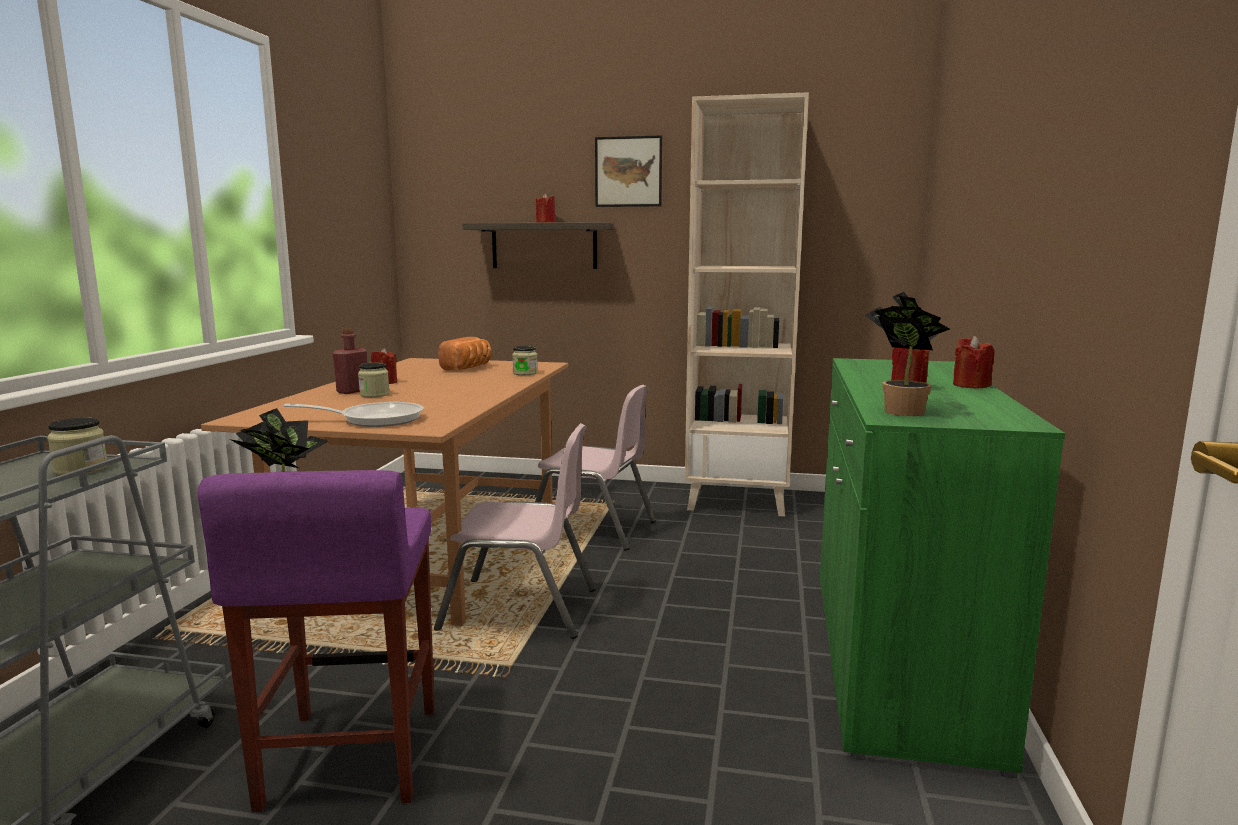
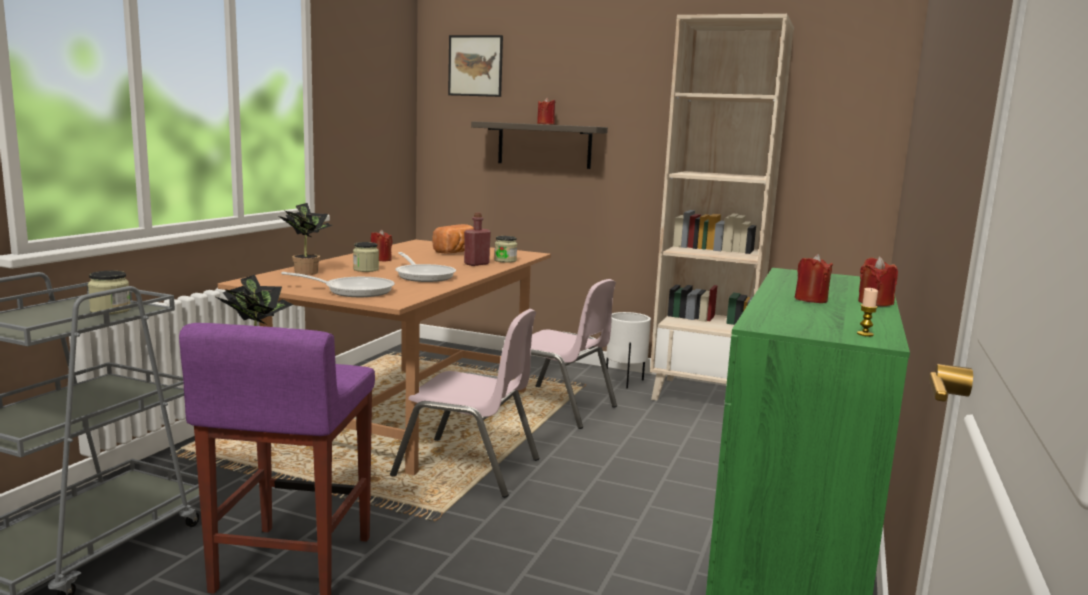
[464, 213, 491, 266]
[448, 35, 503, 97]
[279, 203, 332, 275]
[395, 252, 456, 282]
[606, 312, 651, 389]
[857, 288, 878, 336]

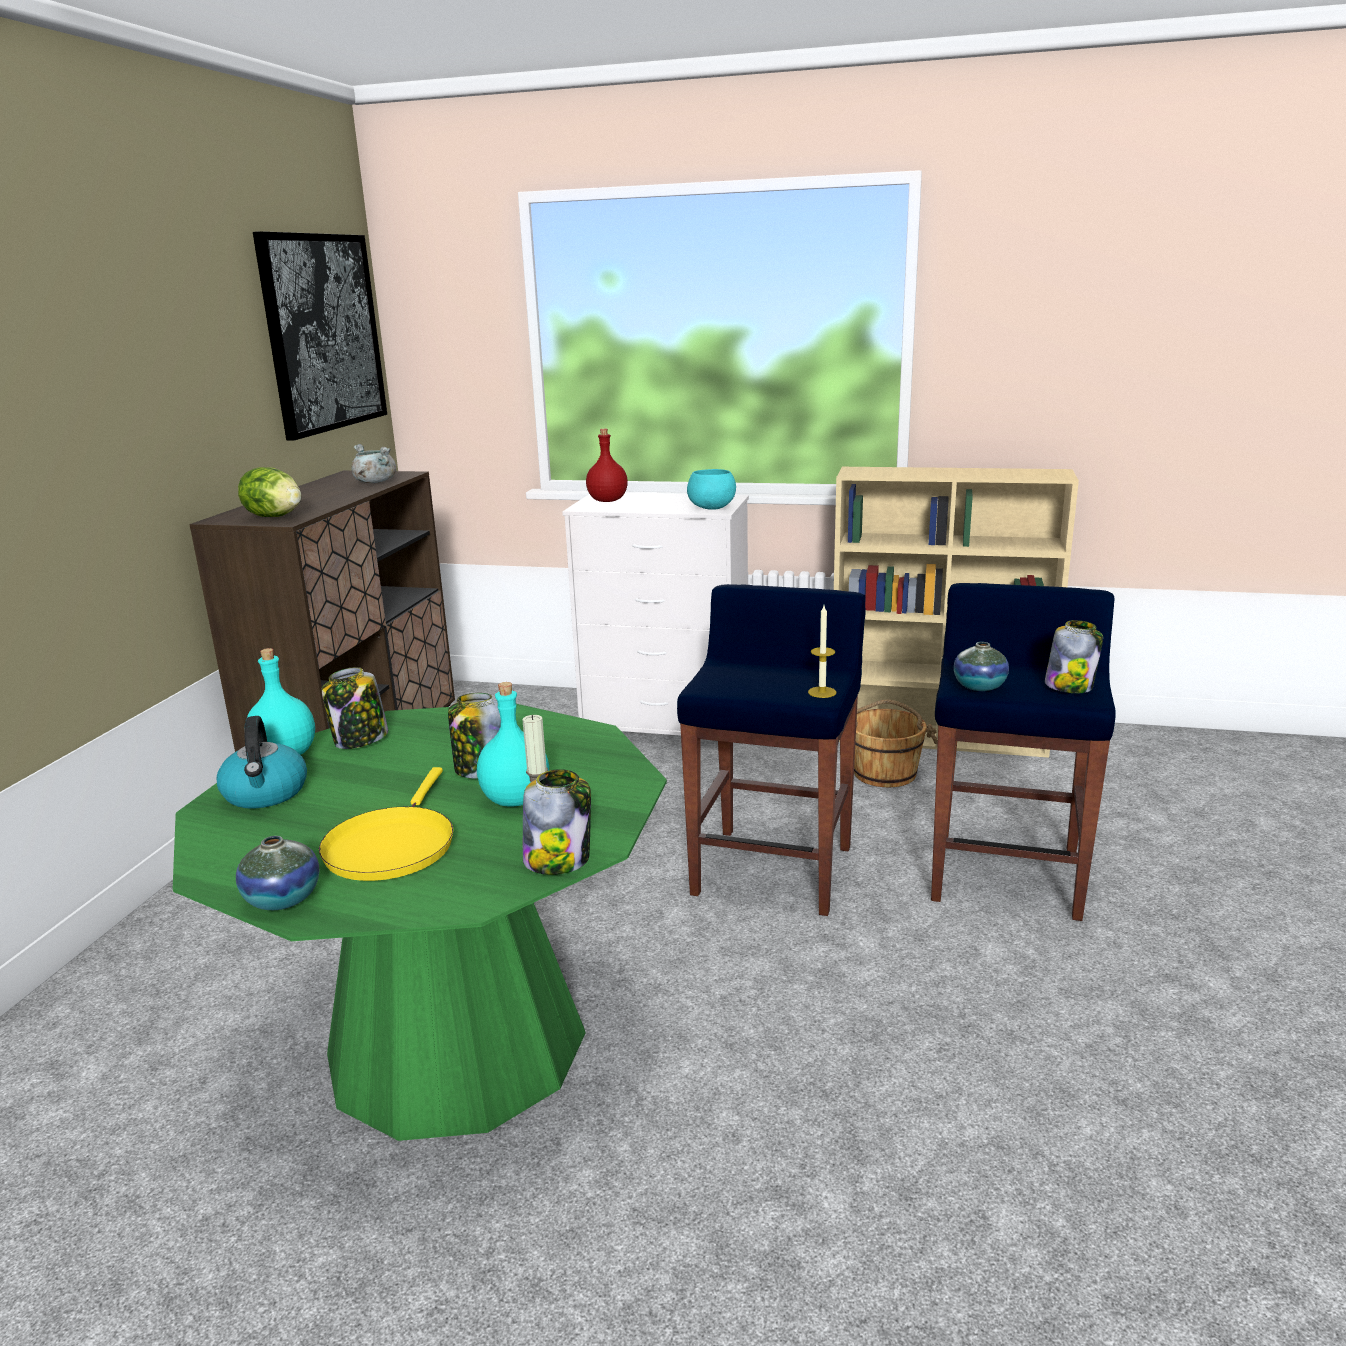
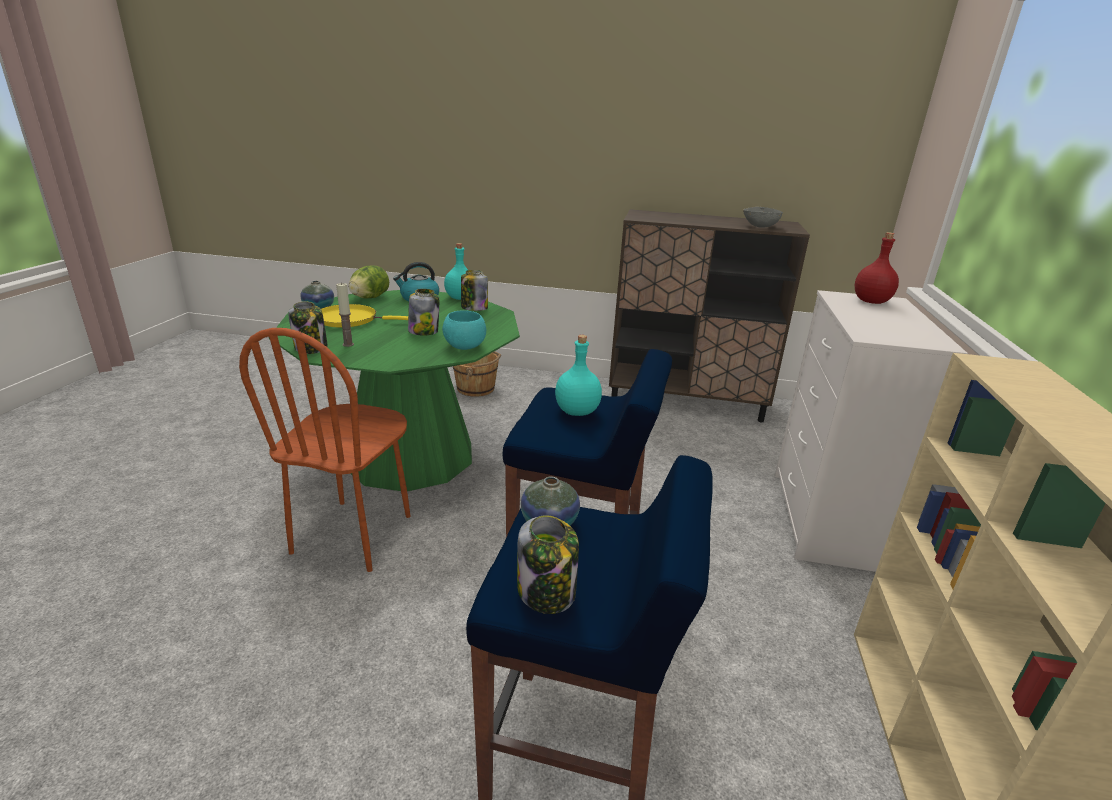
[349, 265, 389, 298]
[253, 231, 387, 441] (first image)
[743, 207, 783, 228]
[555, 335, 602, 416]
[442, 310, 486, 350]
[808, 606, 836, 698] (first image)
[453, 351, 501, 397]
[239, 328, 411, 572]

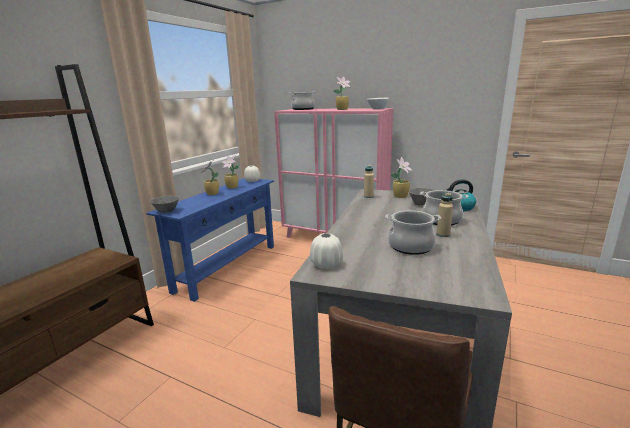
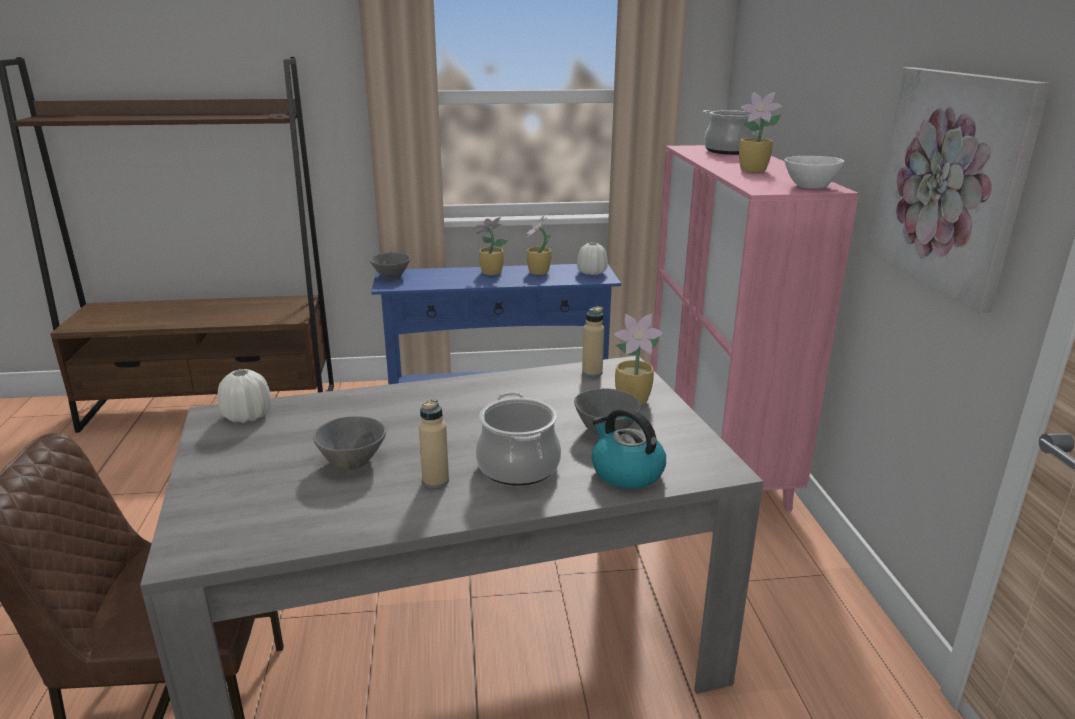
[313, 416, 386, 470]
[869, 67, 1051, 313]

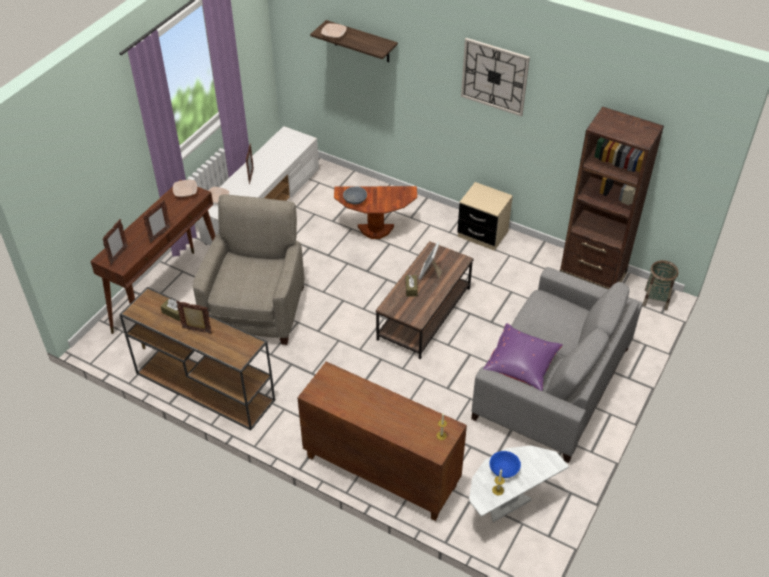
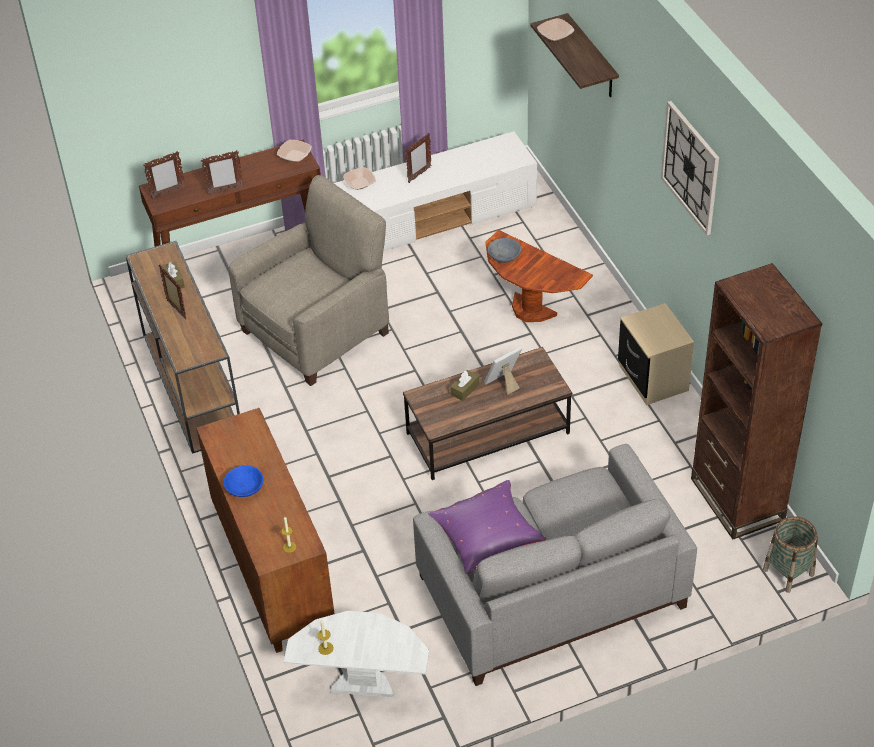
[224, 465, 263, 497]

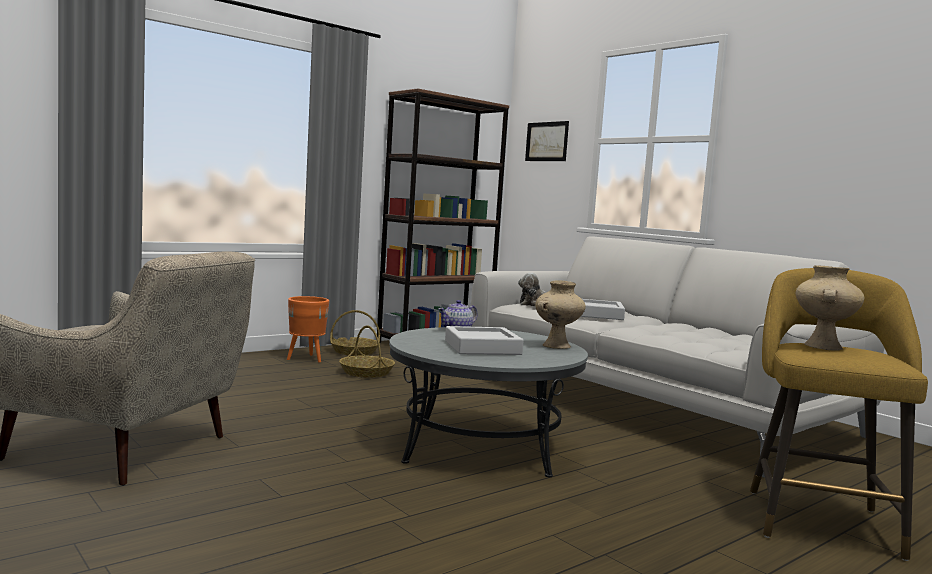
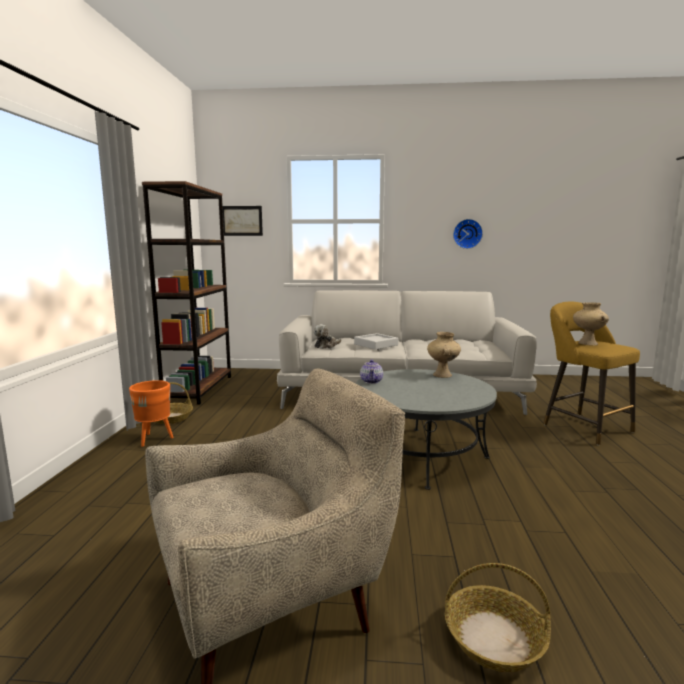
[445, 563, 551, 672]
[445, 326, 524, 355] (first image)
[453, 219, 483, 249]

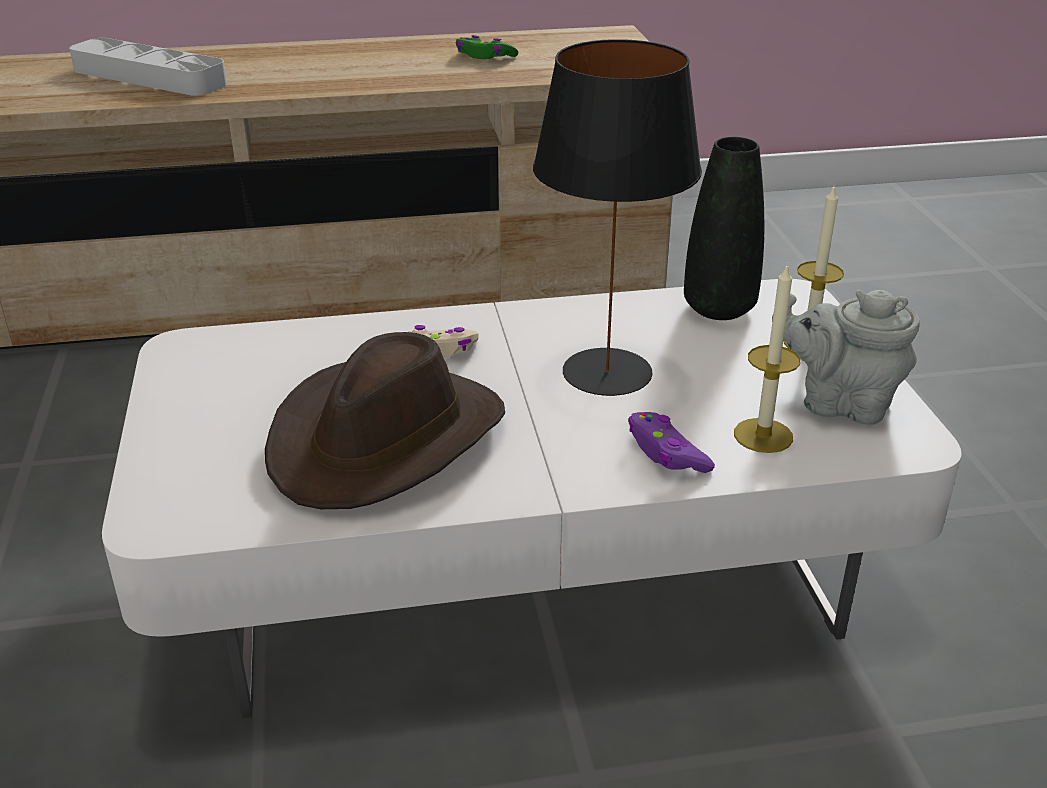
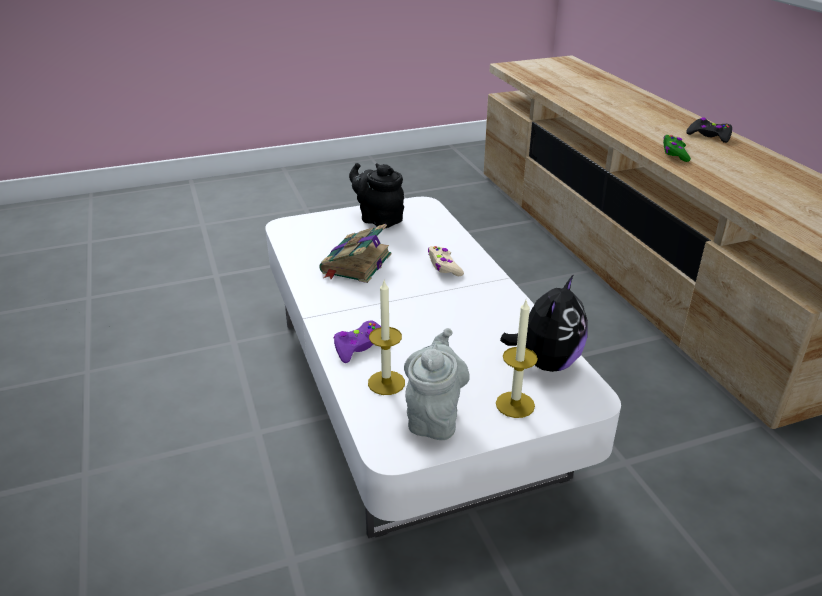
[69, 38, 227, 96] (first image)
[319, 224, 391, 283]
[663, 135, 691, 162]
[533, 39, 702, 396] (first image)
[500, 274, 588, 372]
[349, 163, 404, 229]
[686, 117, 732, 143]

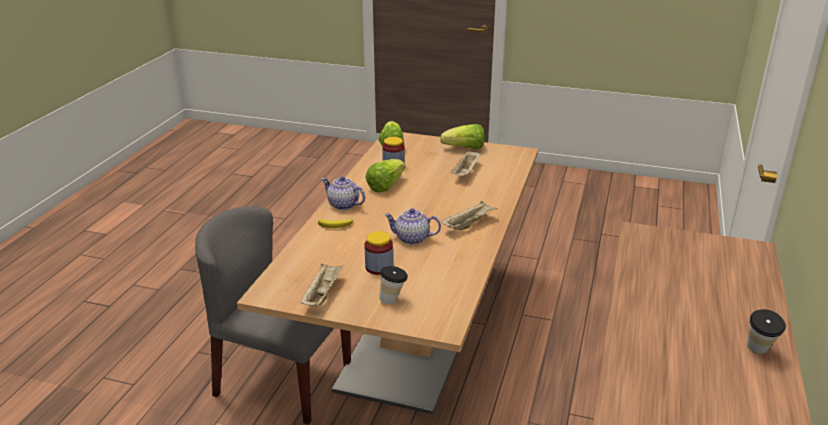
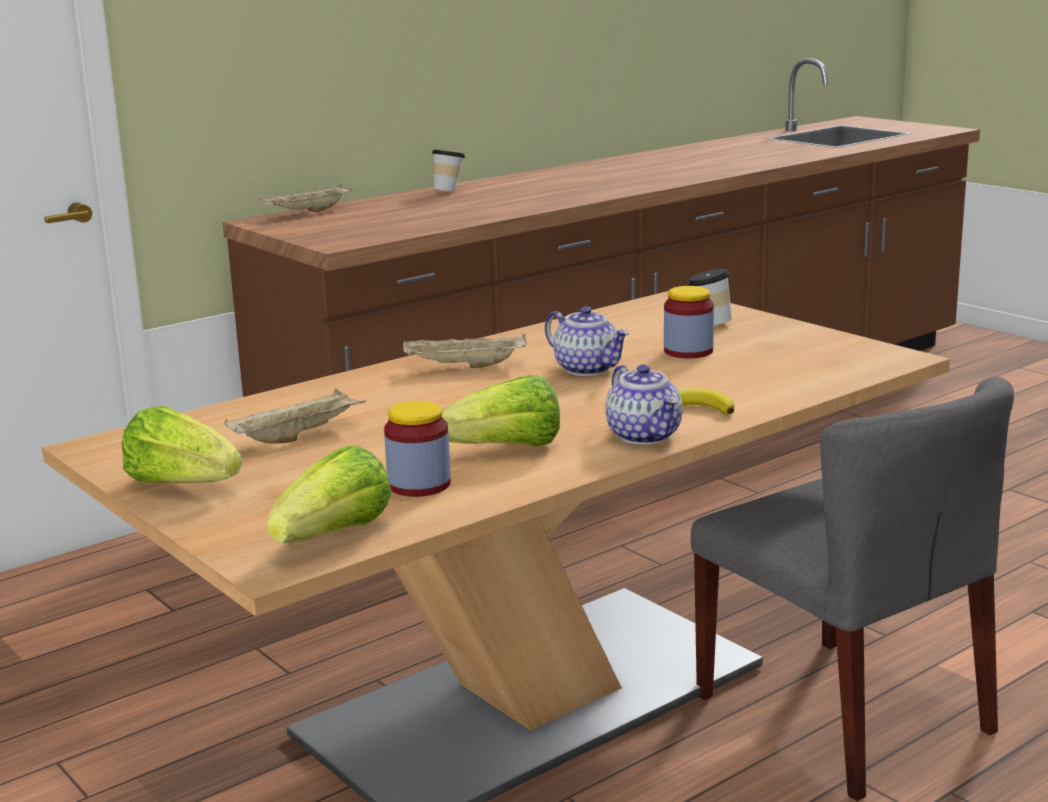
[260, 184, 351, 212]

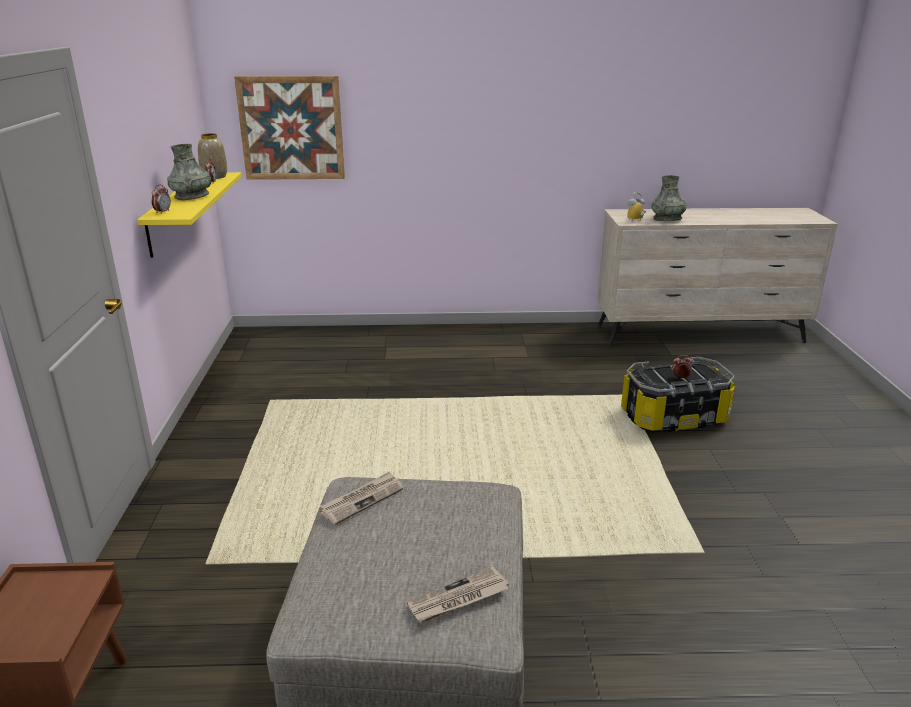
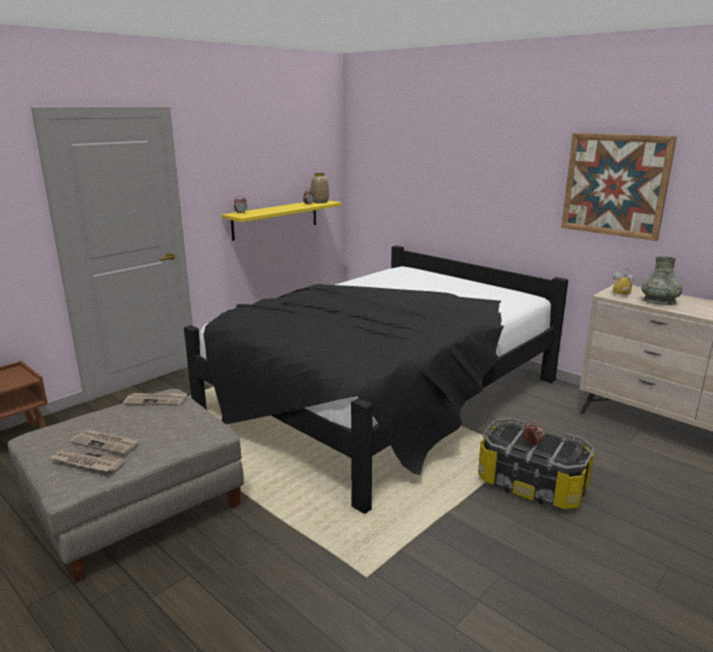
[167, 144, 211, 201] (first image)
[561, 133, 677, 241]
[69, 430, 139, 455]
[184, 245, 568, 514]

